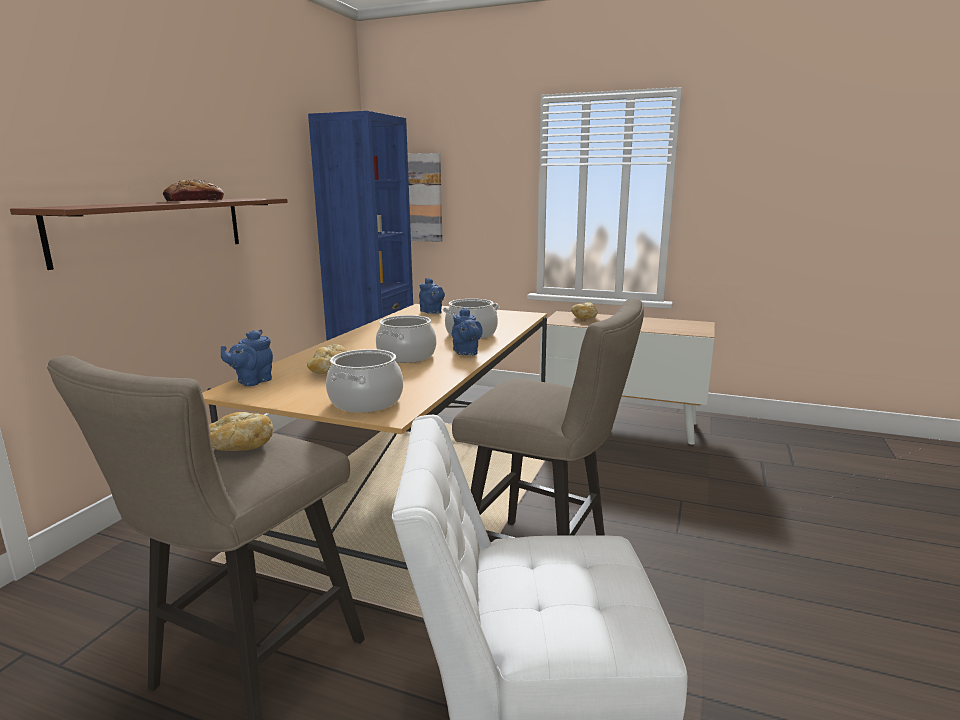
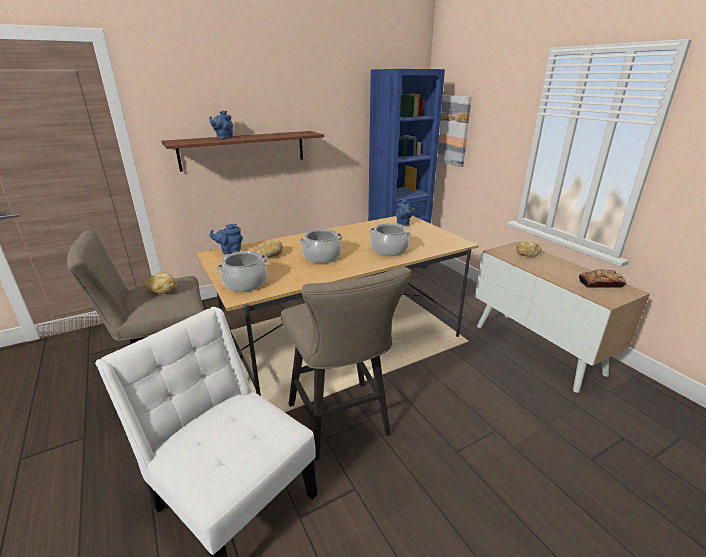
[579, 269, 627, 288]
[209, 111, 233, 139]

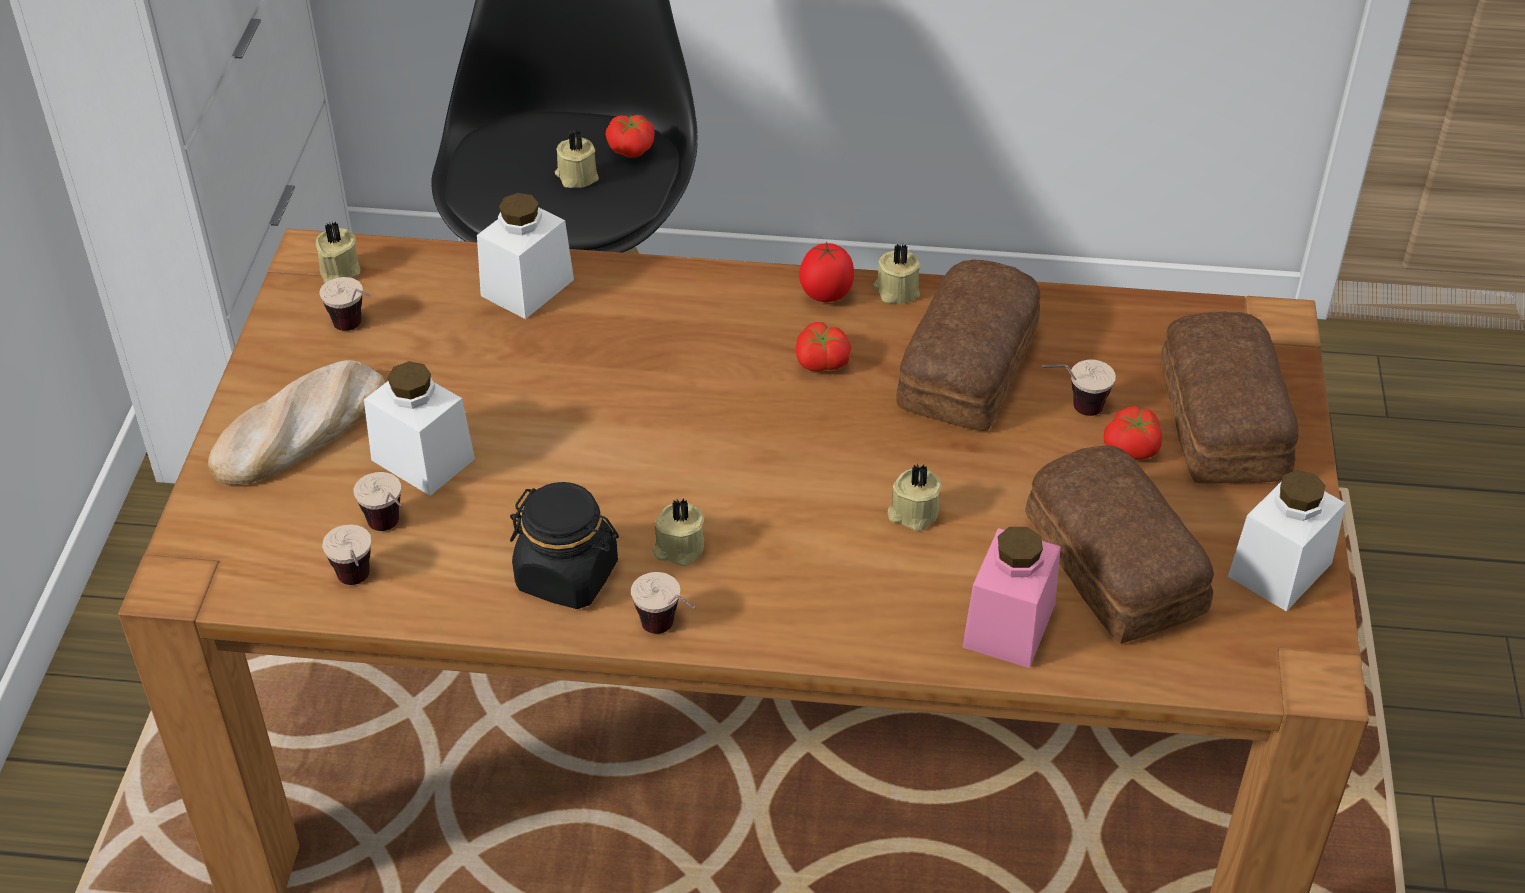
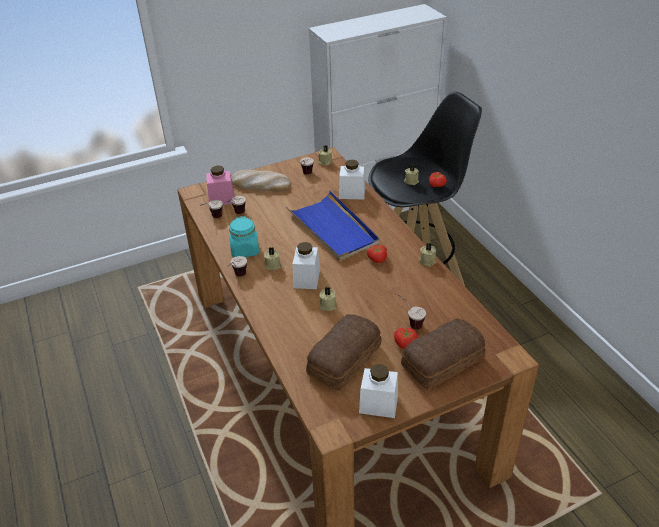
[293, 242, 320, 289]
[229, 216, 259, 257]
[799, 241, 854, 302] (first image)
[896, 260, 1040, 431] (first image)
[206, 166, 234, 205]
[286, 191, 380, 261]

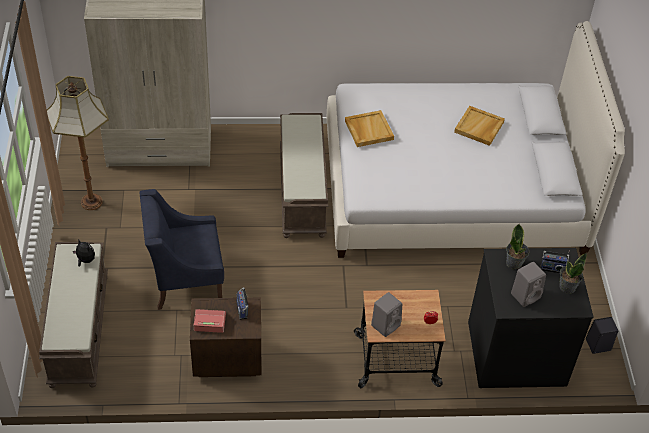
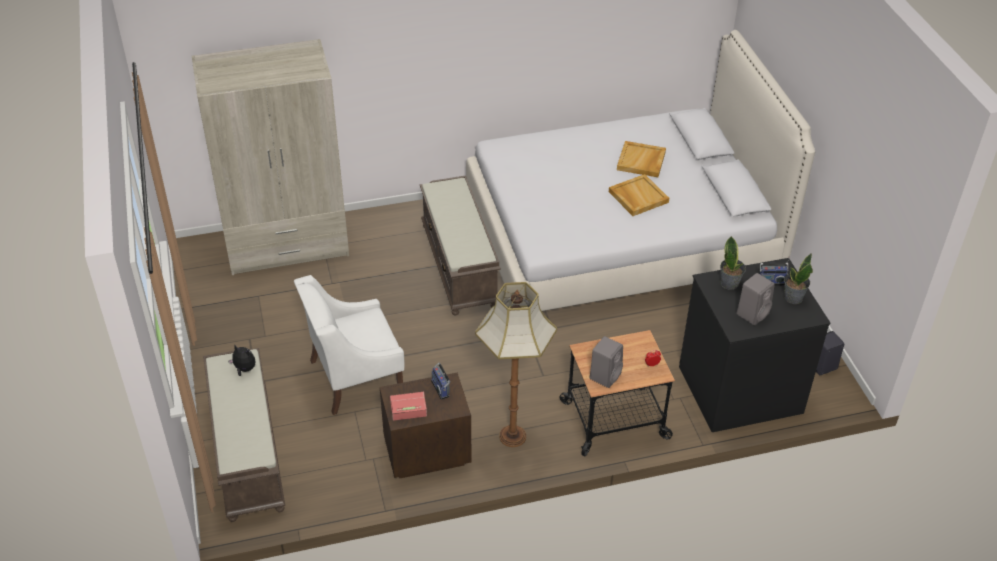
[475, 282, 557, 447]
[294, 275, 405, 415]
[609, 174, 669, 216]

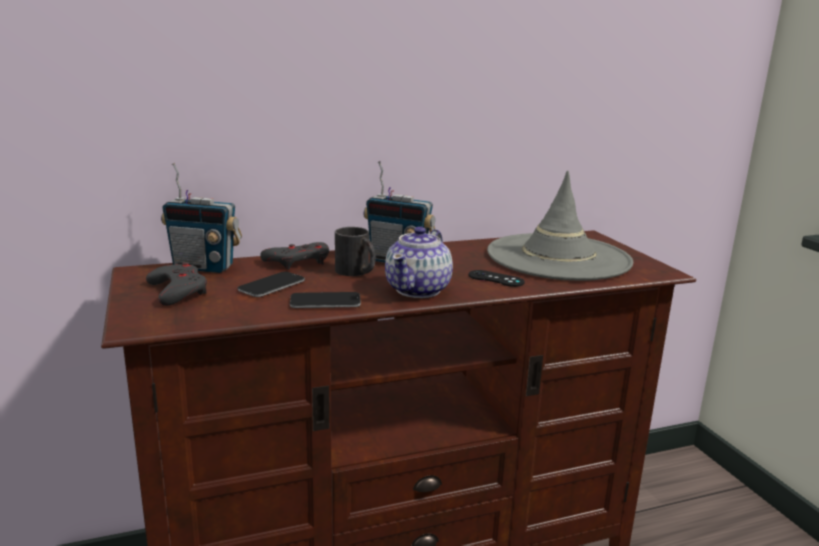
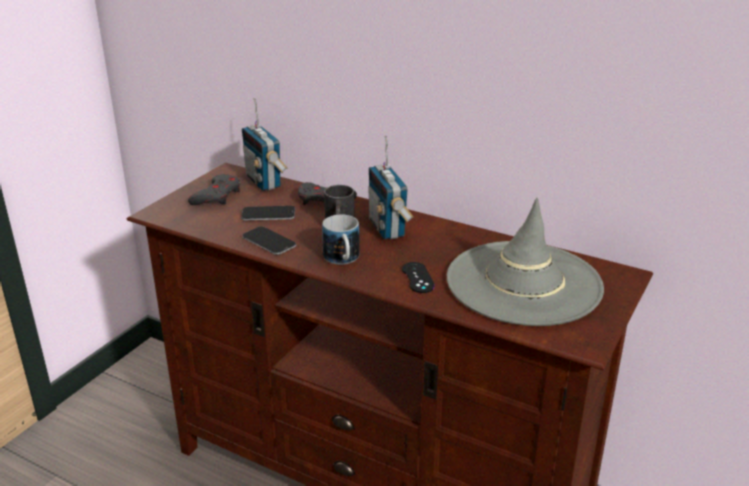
[322, 214, 360, 265]

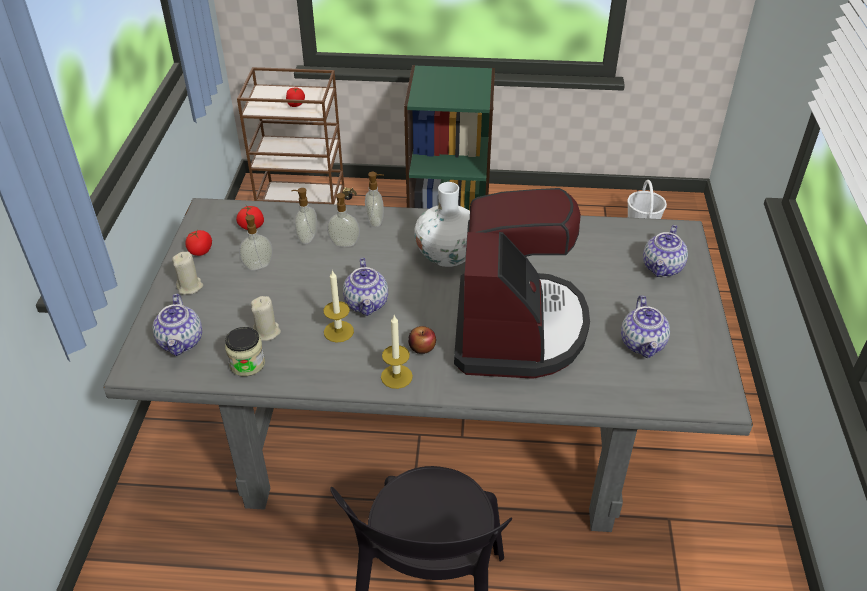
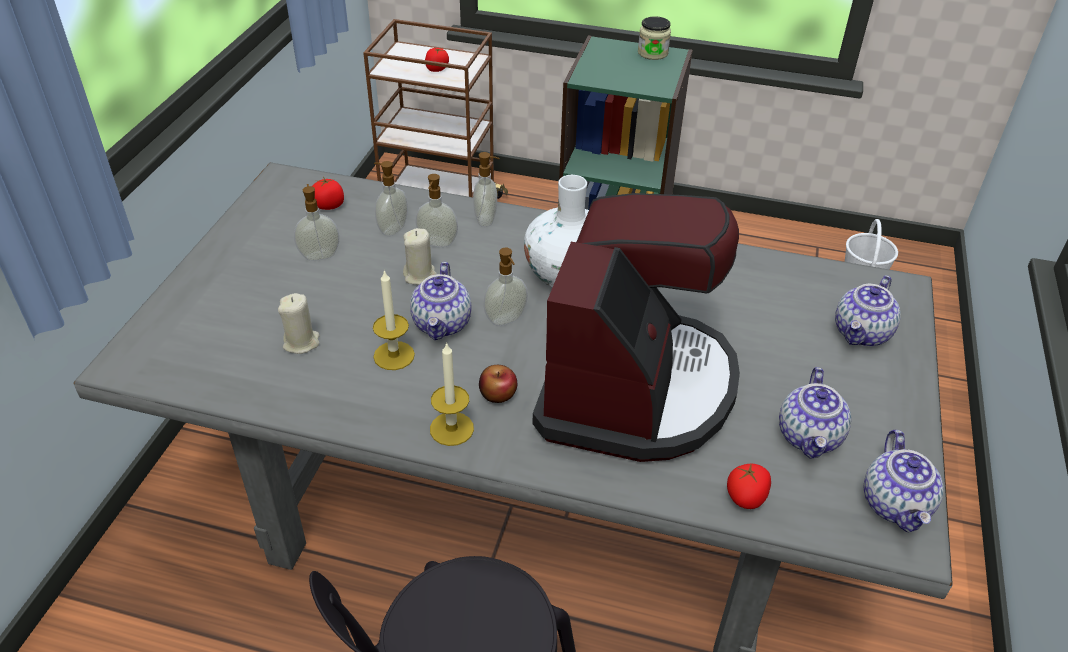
[864, 430, 943, 532]
[403, 228, 437, 285]
[727, 464, 771, 509]
[638, 16, 671, 60]
[483, 248, 528, 326]

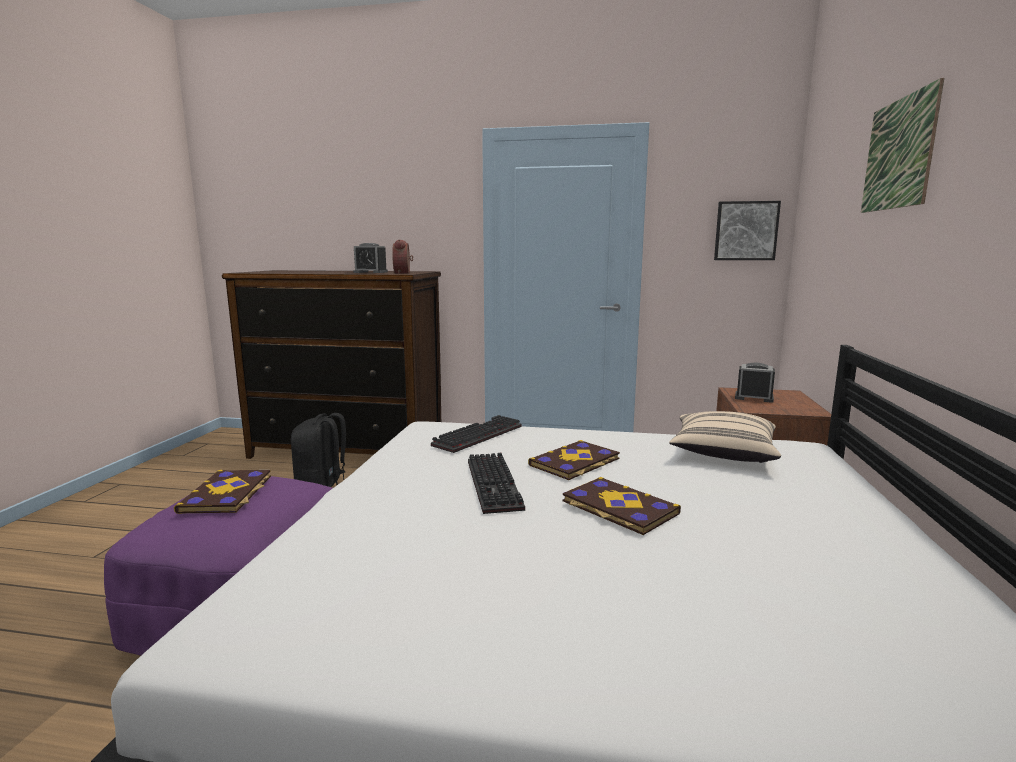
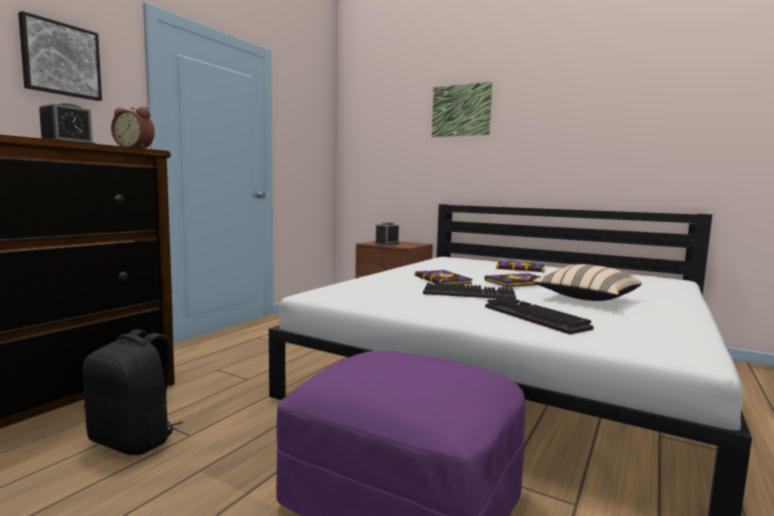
[496, 260, 544, 272]
[485, 297, 594, 334]
[533, 264, 642, 301]
[18, 11, 102, 101]

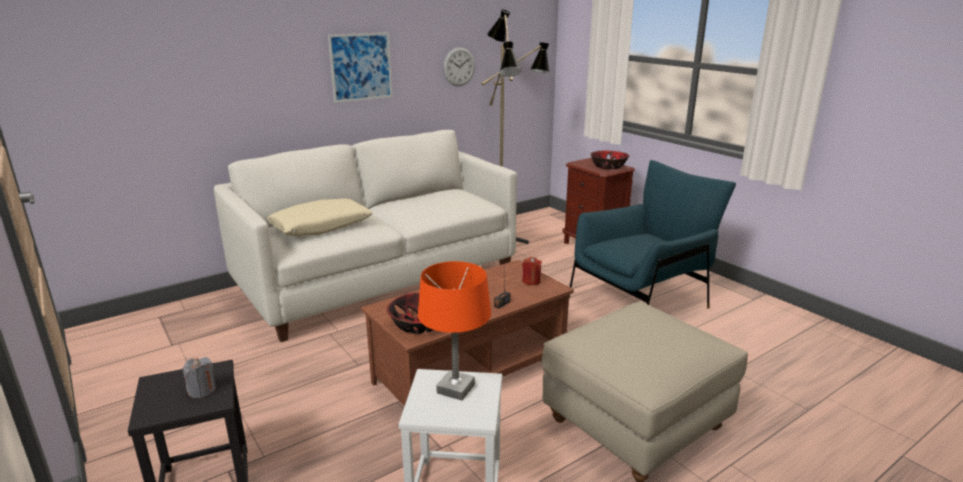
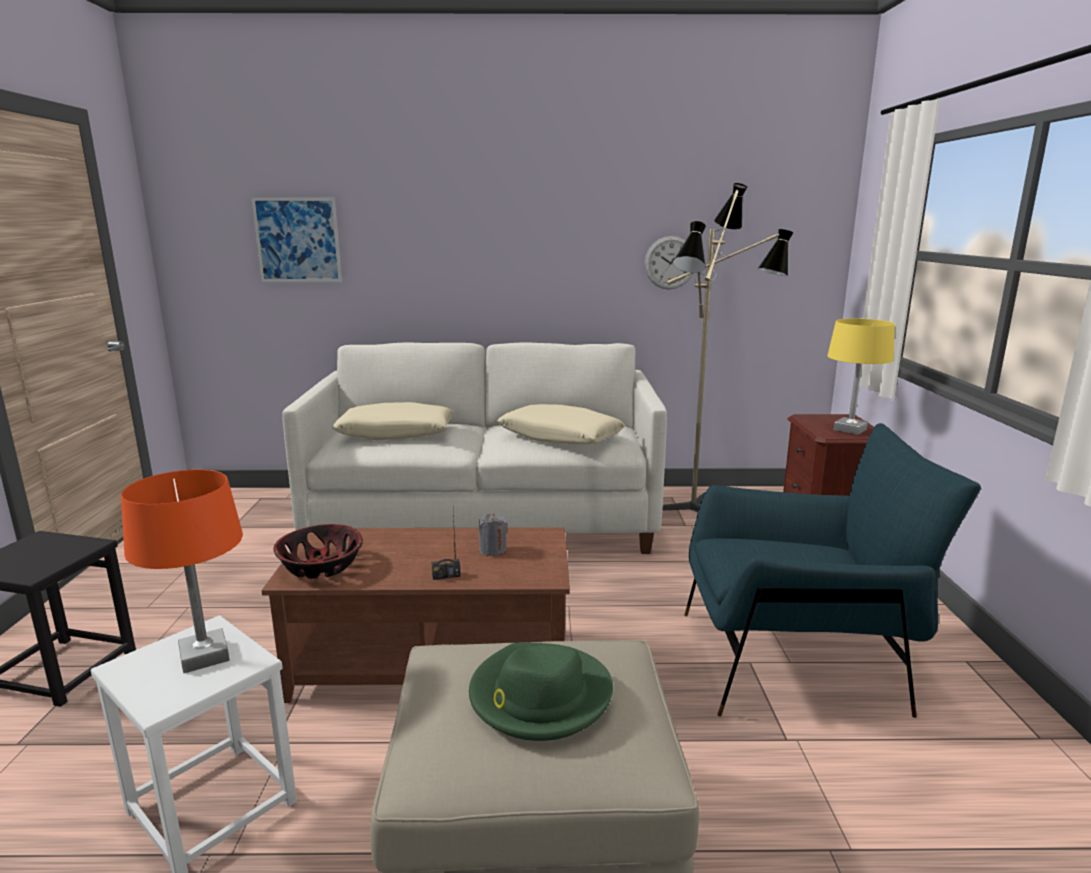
[479, 513, 508, 556]
[252, 198, 342, 282]
[522, 257, 542, 285] (first image)
[827, 318, 895, 435]
[469, 643, 613, 741]
[497, 404, 625, 444]

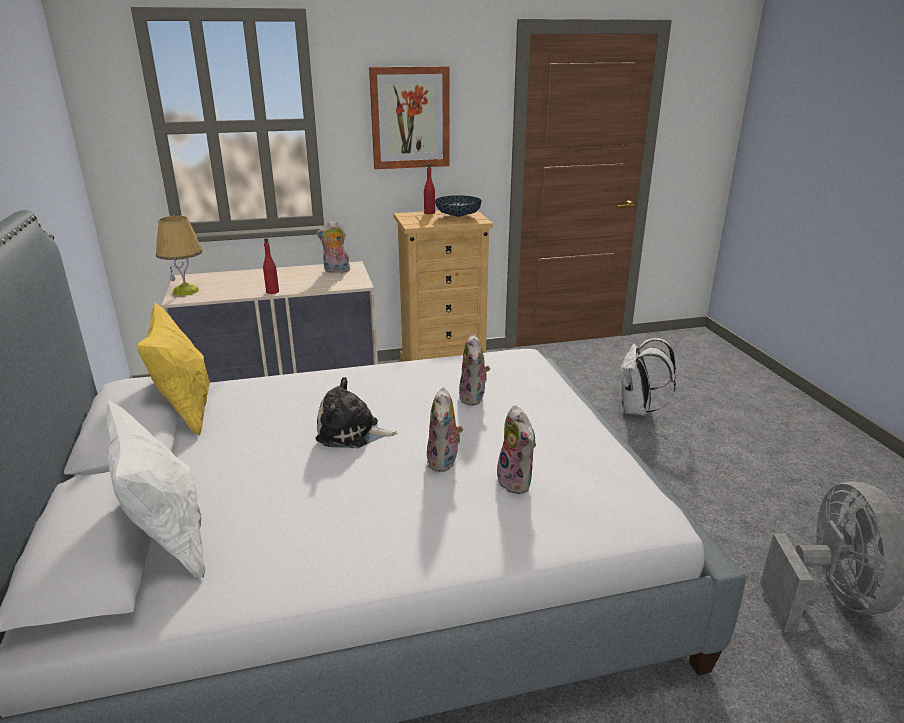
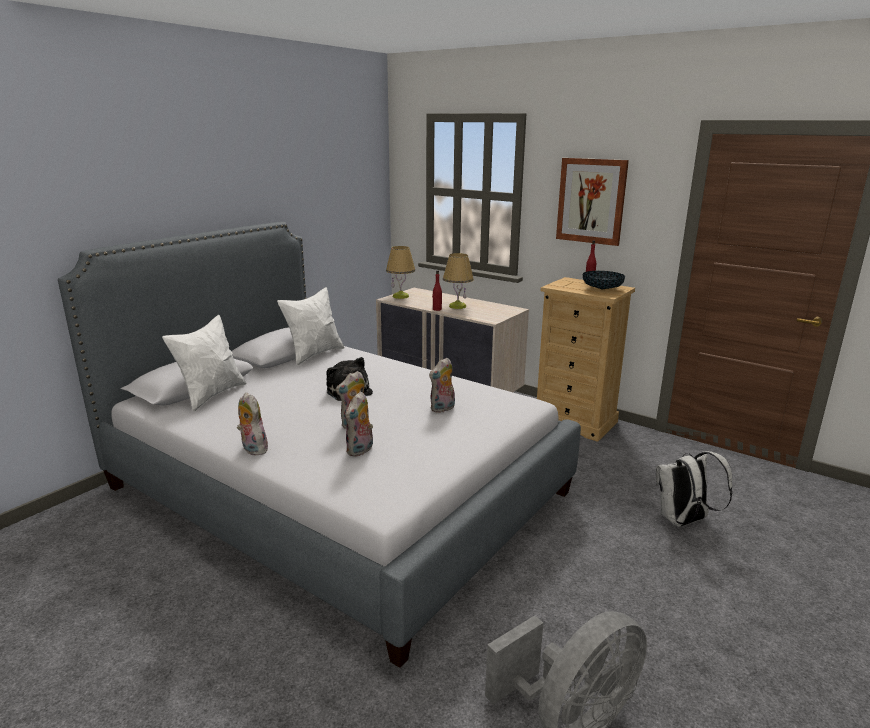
[277, 287, 345, 366]
[237, 392, 268, 456]
[443, 253, 474, 309]

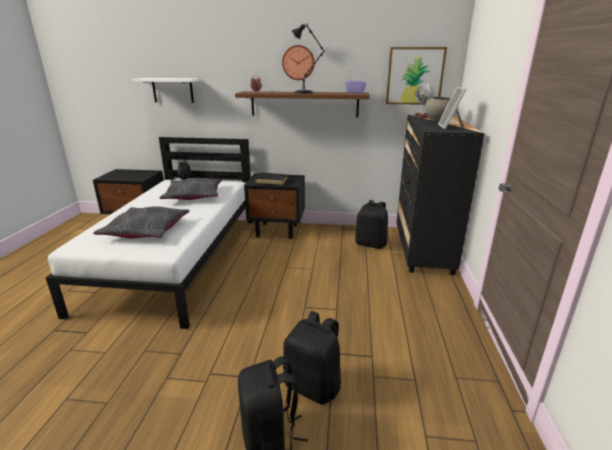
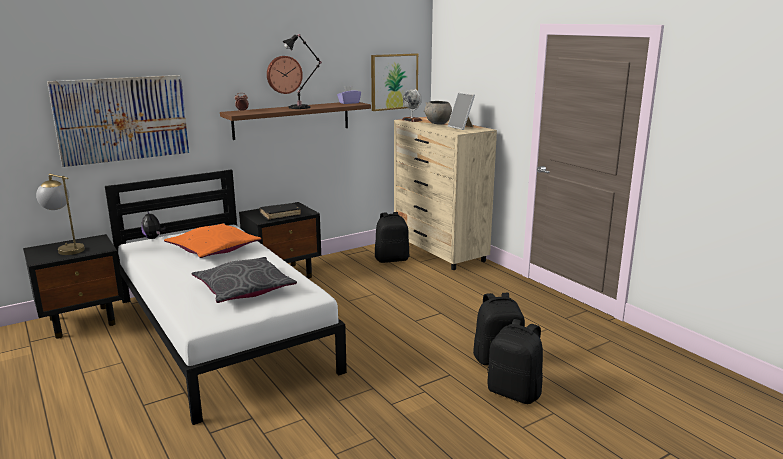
[47, 75, 189, 167]
[164, 223, 261, 258]
[394, 117, 497, 270]
[36, 173, 85, 255]

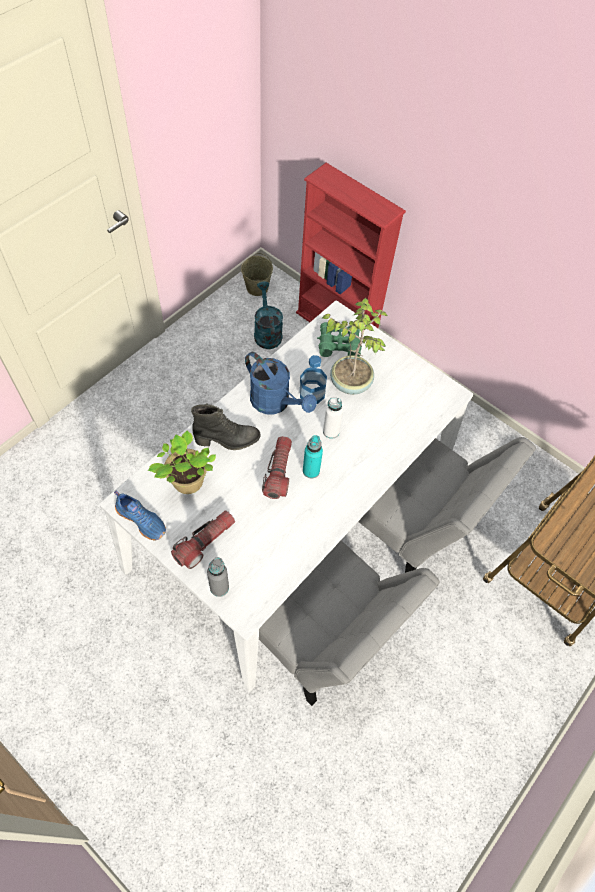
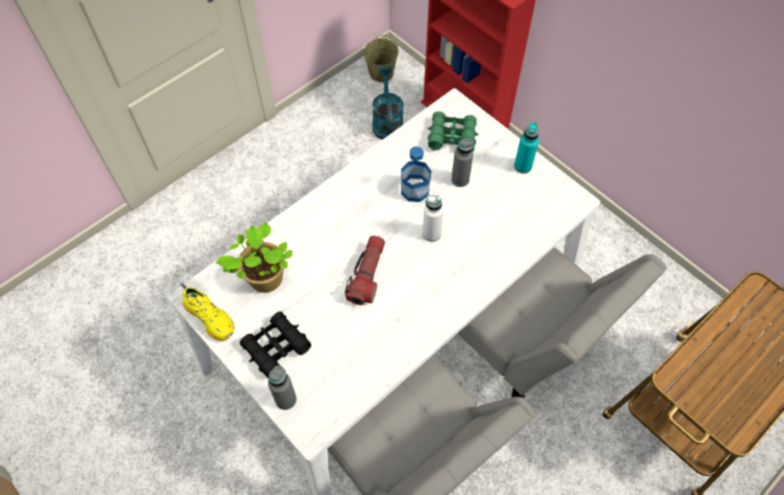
[181, 283, 234, 341]
[240, 312, 311, 378]
[191, 404, 260, 450] (first image)
[245, 352, 317, 415] (first image)
[514, 122, 539, 174]
[451, 138, 474, 187]

